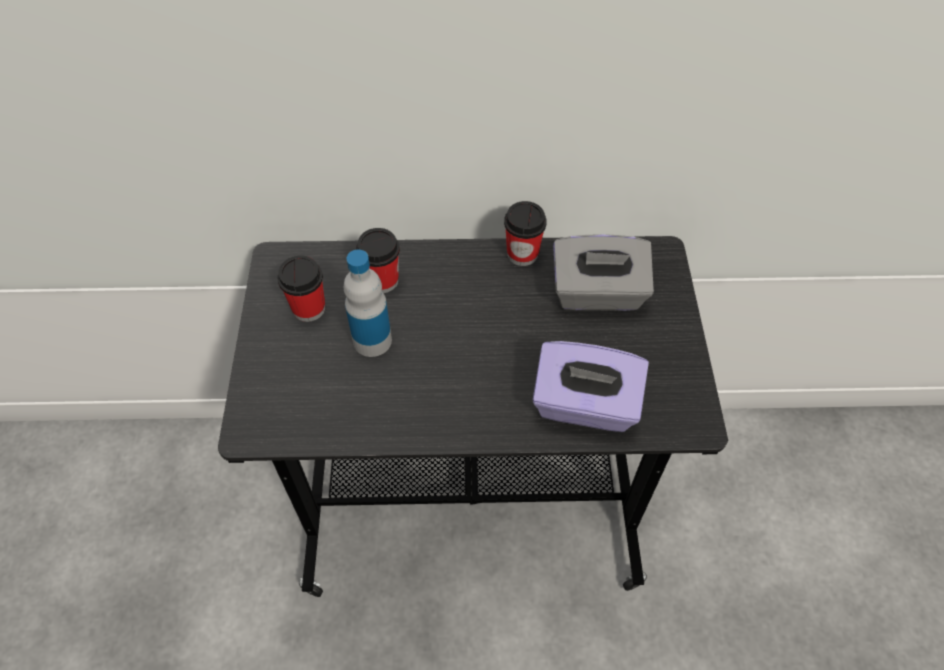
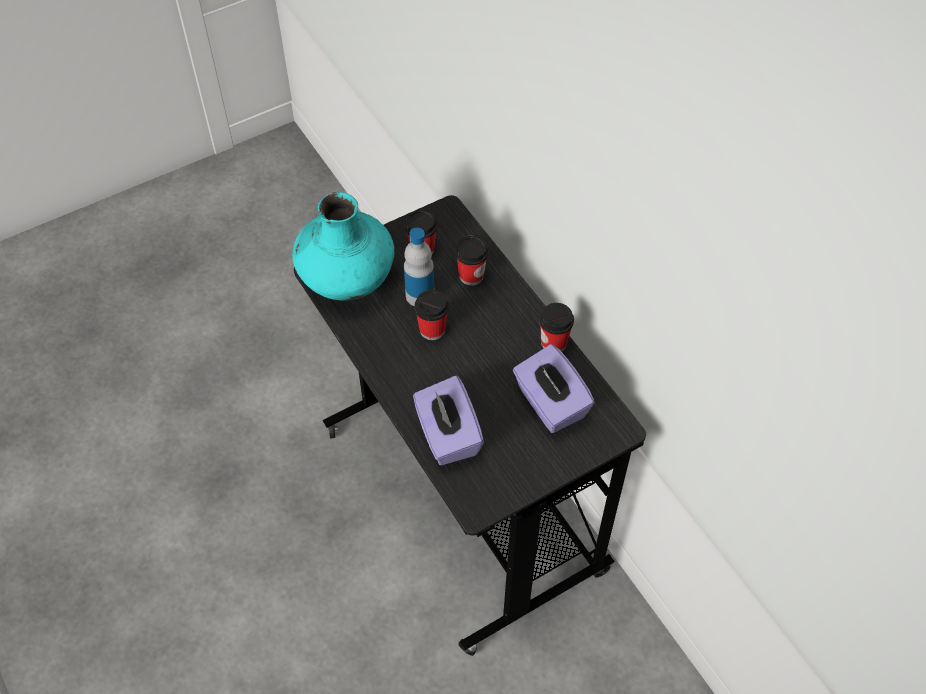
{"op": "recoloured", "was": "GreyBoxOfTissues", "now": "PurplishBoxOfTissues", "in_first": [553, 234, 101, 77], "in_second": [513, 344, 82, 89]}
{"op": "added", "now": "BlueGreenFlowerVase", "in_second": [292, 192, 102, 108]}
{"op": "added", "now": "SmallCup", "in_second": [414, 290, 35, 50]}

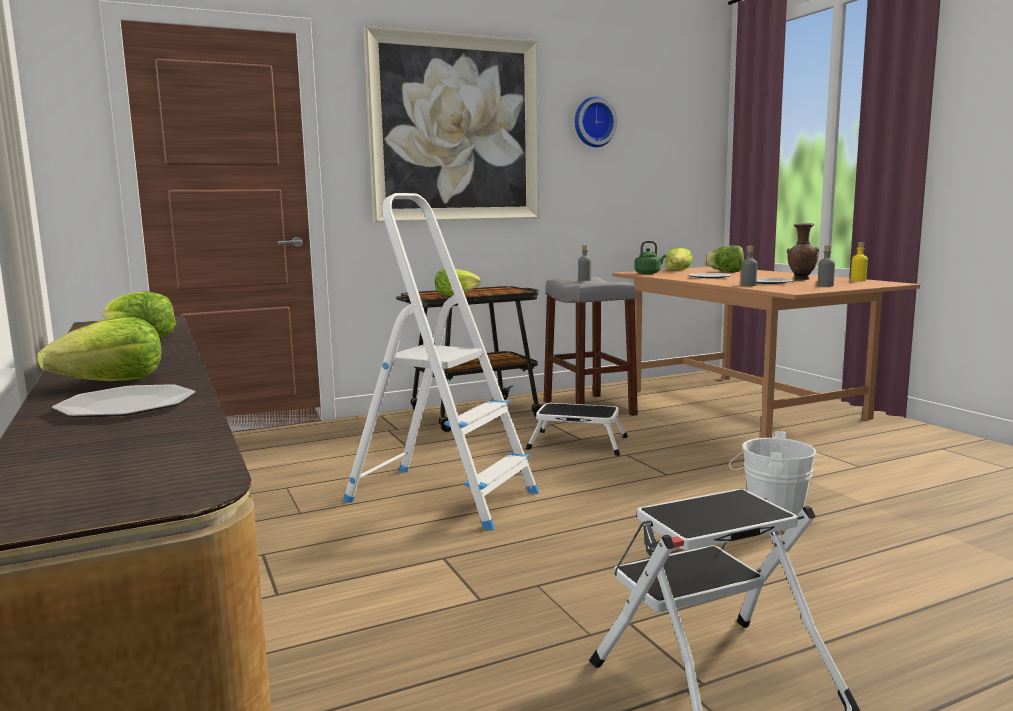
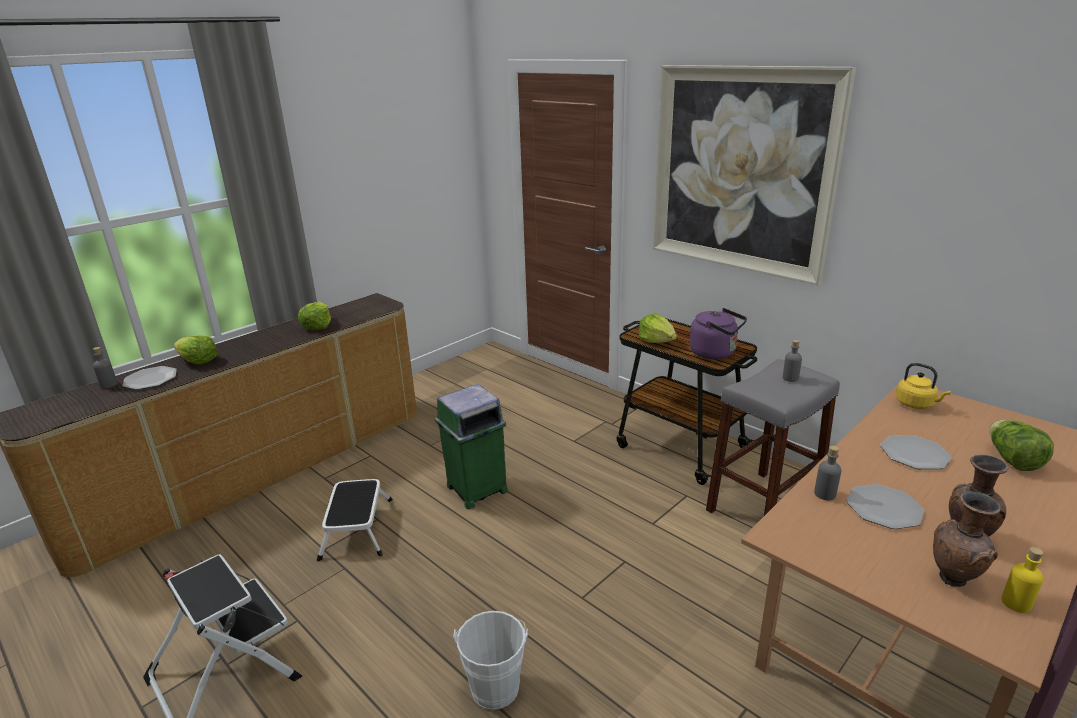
{"op": "replaced", "was": "WhiteColouredStepLadder", "now": "GreenRubbishBin", "in_first": [343, 193, 196, 337], "in_second": [435, 384, 73, 125]}
{"op": "moved", "was": "BlackishStepLadder", "in_first": [526, 403, 102, 53], "in_second": [317, 479, 76, 83]}
{"op": "removed", "was": "WallClock", "in_first": [575, 97, 42, 50]}
{"op": "recoloured", "was": "GreenWaterKettle", "now": "YellowWaterKettle", "in_first": [634, 241, 32, 33], "in_second": [896, 363, 55, 46]}
{"op": "removed", "was": "HeadOfLettuce", "in_first": [665, 248, 28, 23]}
{"op": "moved", "was": "GreyBottle", "in_first": [818, 245, 17, 42], "in_second": [93, 347, 24, 42]}
{"op": "added", "now": "PurplishWaterKettle", "in_second": [690, 308, 57, 51]}
{"op": "added", "now": "BrownColouredFlowerVase", "in_second": [933, 491, 68, 96]}

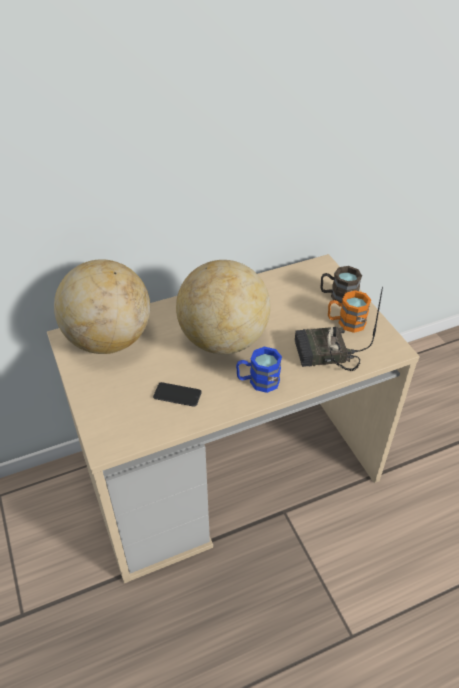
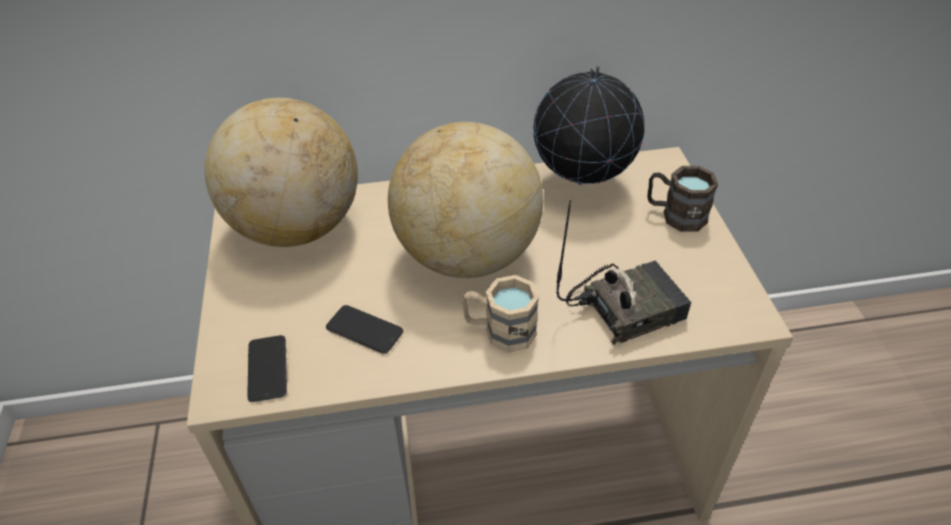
{"op": "recoloured", "was": "BlueColouredCoffeeMug", "now": "SandColouredCoffeeMug", "in_first": [236, 347, 46, 46], "in_second": [462, 275, 77, 78]}
{"op": "turned", "was": "RadioReceiver", "in_first": [295, 286, 88, 85], "in_second": [557, 200, 134, 145], "clockwise": 150}
{"op": "removed", "was": "OrangeColouredCoffeeMug", "in_first": [328, 290, 43, 43]}
{"op": "added", "now": "Telephone", "in_second": [247, 335, 40, 67]}
{"op": "added", "now": "DeskGlobe", "in_second": [533, 65, 112, 120]}

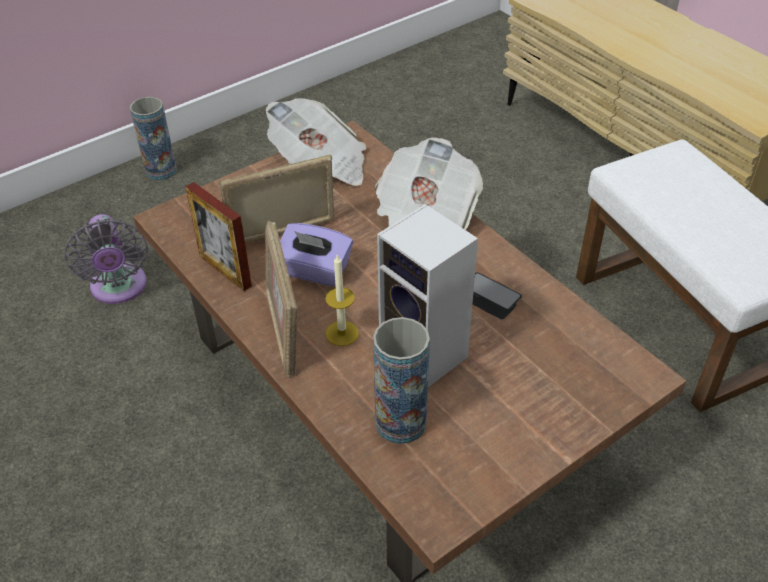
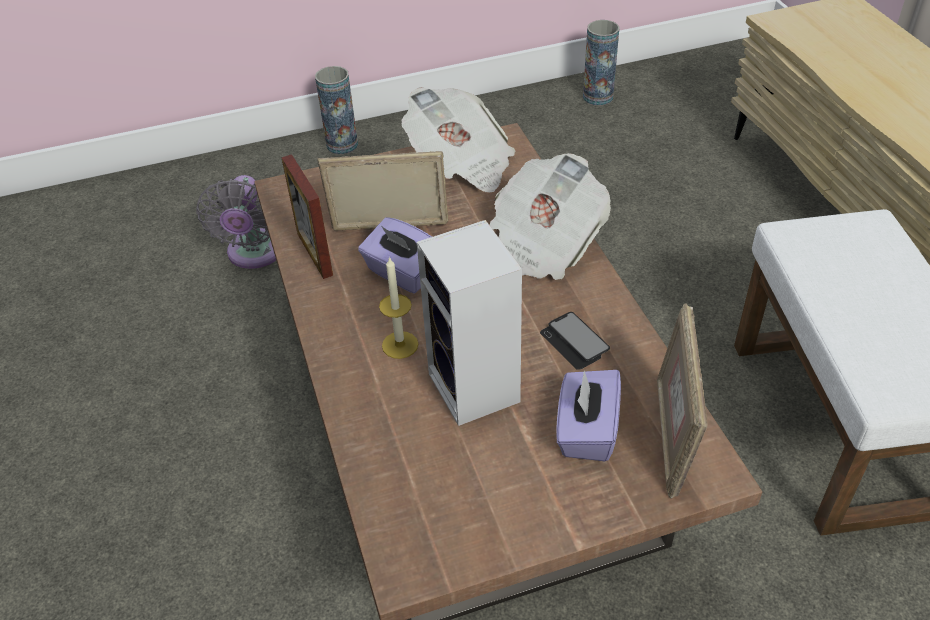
{"op": "moved", "was": "PictureFrame", "in_first": [265, 221, 32, 157], "in_second": [657, 304, 51, 194]}
{"op": "moved", "was": "FlowerVase", "in_first": [373, 317, 57, 127], "in_second": [583, 20, 37, 86]}
{"op": "added", "now": "PurplishBoxOfTissues", "in_second": [556, 370, 65, 91]}

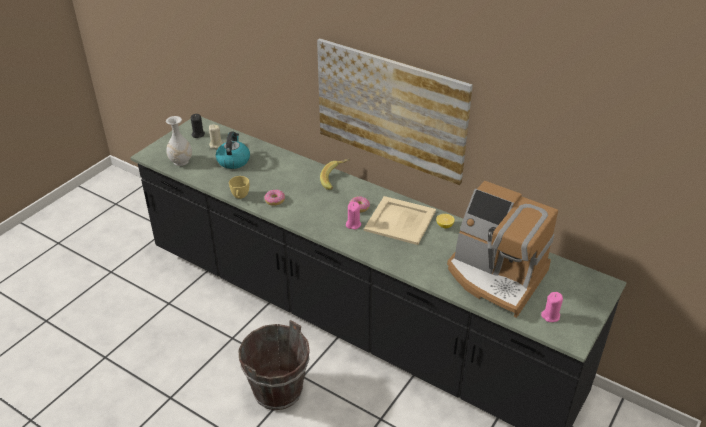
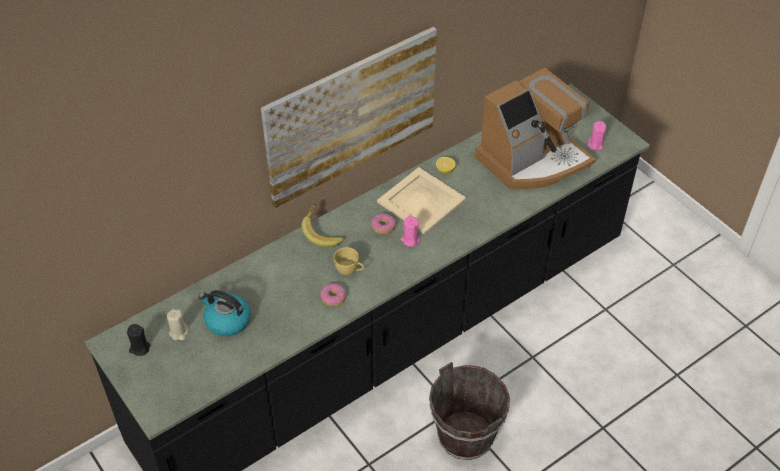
{"op": "removed", "was": "WhiteColouredFlowerVase", "in_first": [166, 116, 26, 50]}
{"op": "moved", "was": "YellowSmallCup", "in_first": [229, 176, 20, 23], "in_second": [334, 247, 30, 29]}

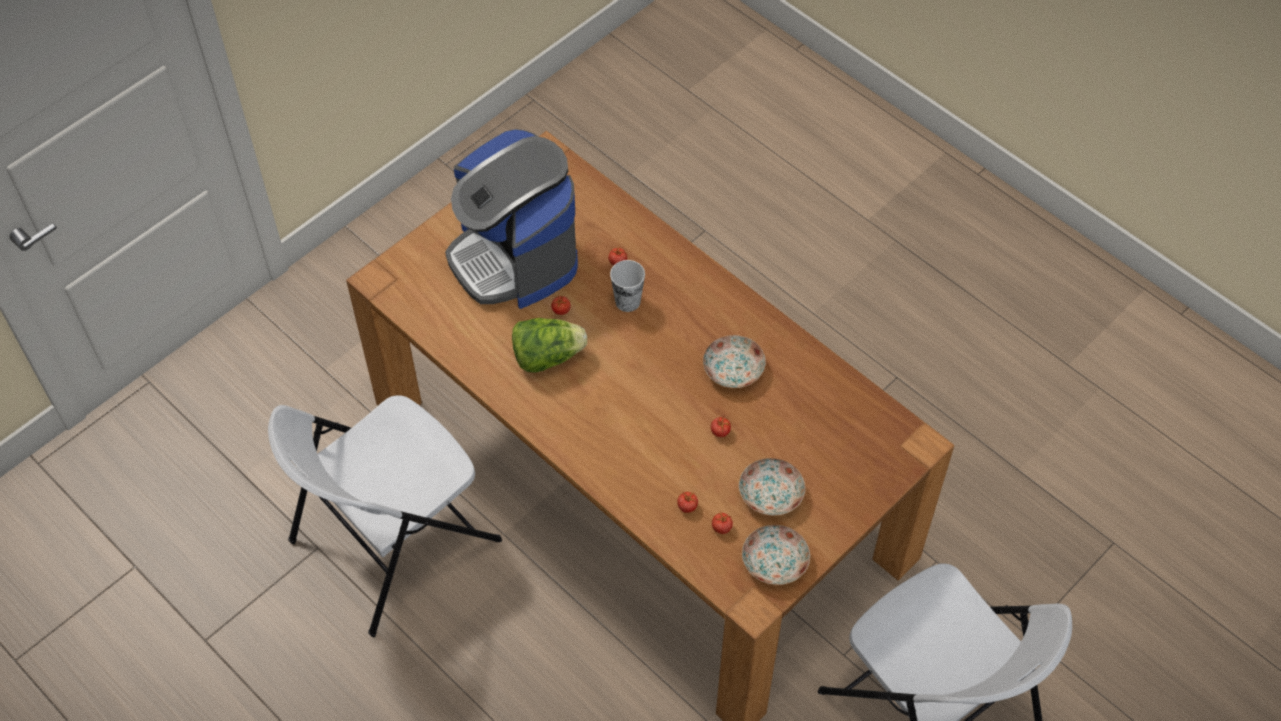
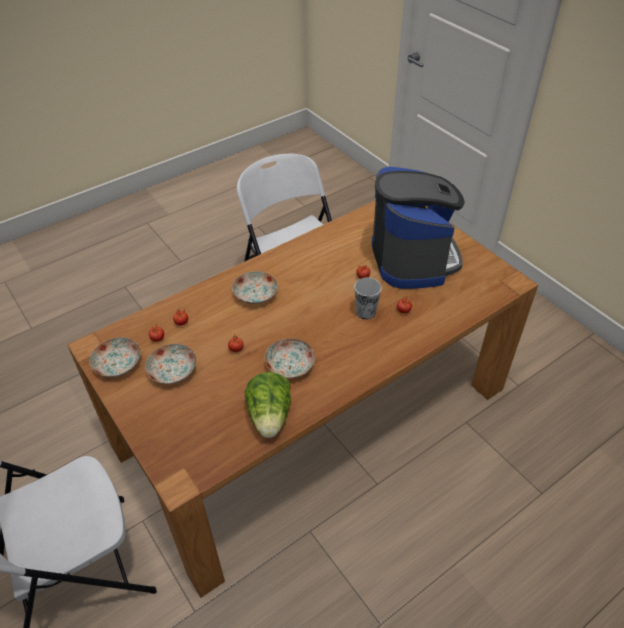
{"op": "turned", "was": "CoffeeMaker", "in_first": [445, 129, 133, 180], "in_second": [372, 167, 93, 122], "clockwise": 105}
{"op": "moved", "was": "HeadOfLettuce", "in_first": [512, 318, 75, 55], "in_second": [245, 372, 46, 66]}
{"op": "added", "now": "Plate", "in_second": [232, 271, 46, 33]}

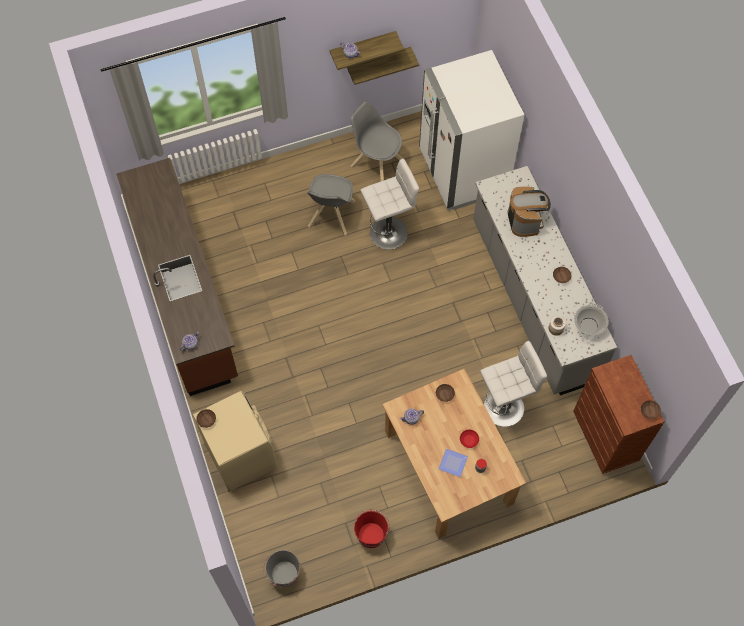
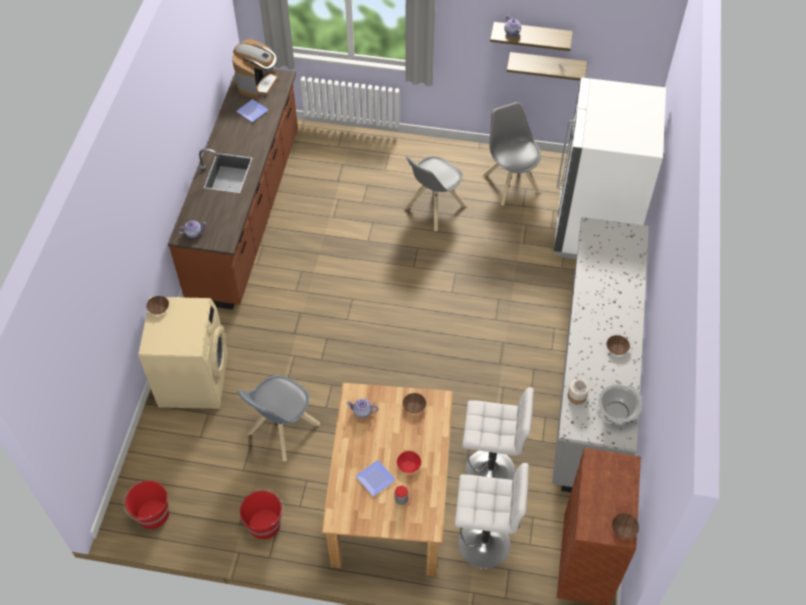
{"op": "recoloured", "was": "GreyBucket", "now": "ReddishBucket", "in_first": [264, 550, 36, 37], "in_second": [123, 480, 46, 49]}
{"op": "moved", "was": "WhiteColouredStoolSeat", "in_first": [361, 159, 58, 90], "in_second": [455, 463, 74, 106]}
{"op": "moved", "was": "CoffeeMaker", "in_first": [507, 186, 44, 51], "in_second": [232, 39, 46, 60]}
{"op": "added", "now": "Plate", "in_second": [236, 99, 32, 23]}
{"op": "added", "now": "GreyPlainChair", "in_second": [237, 375, 83, 87]}

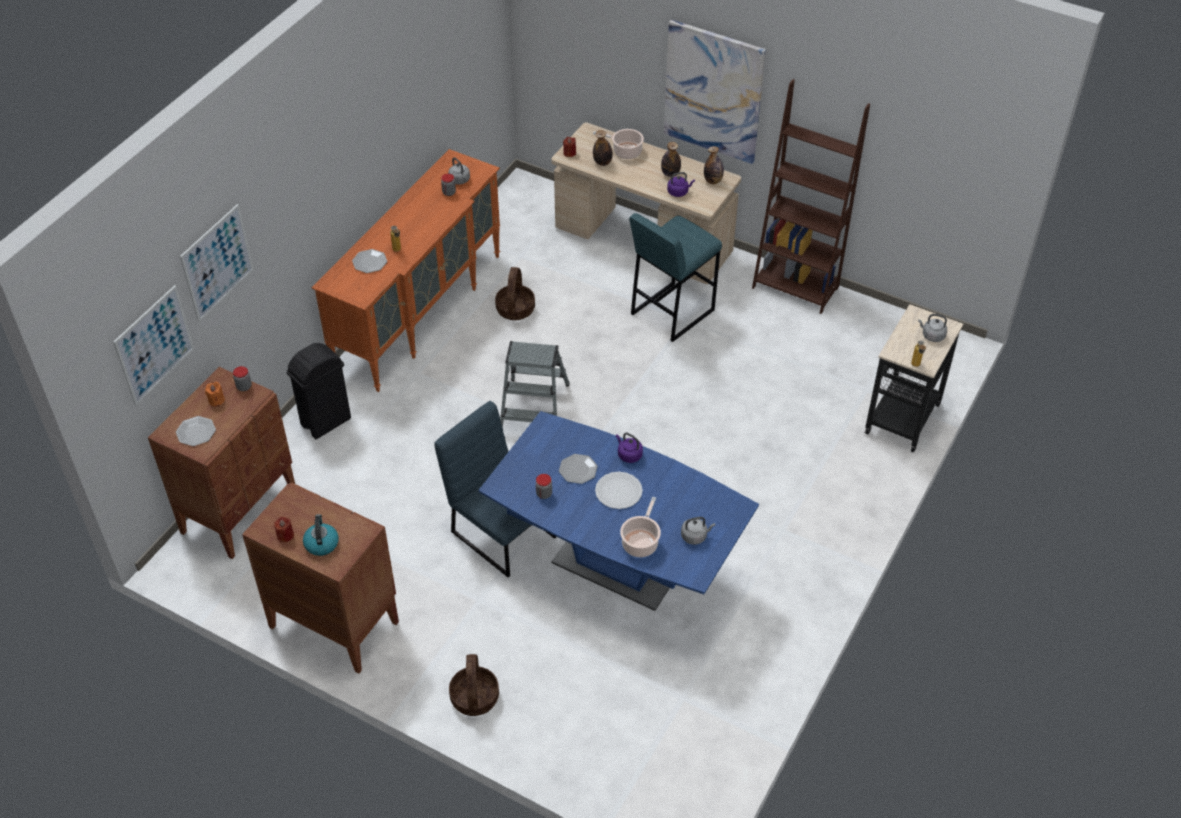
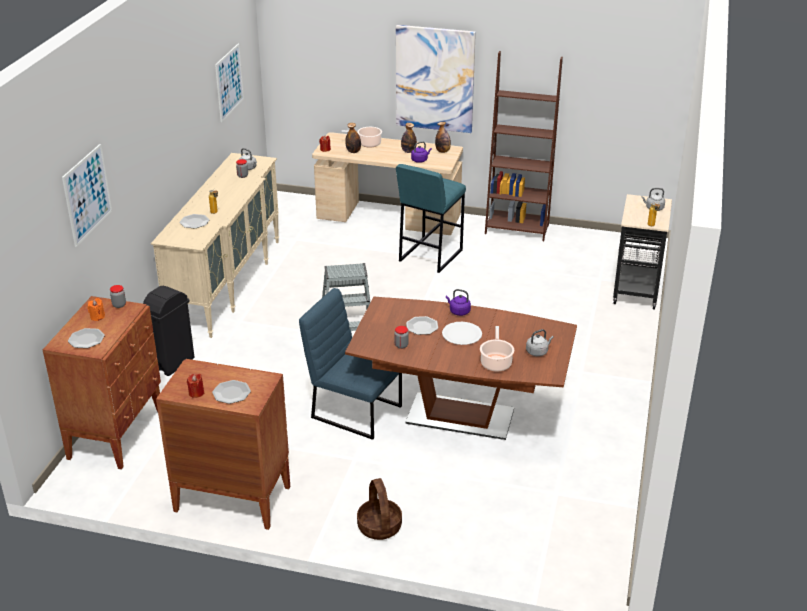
{"op": "moved", "was": "WallArt", "in_first": [113, 285, 81, 120], "in_second": [215, 44, 29, 78]}
{"op": "replaced", "was": "WaterKettle", "now": "Plate", "in_first": [303, 514, 36, 42], "in_second": [212, 380, 39, 24]}
{"op": "recoloured", "was": "OrangeColouredStorageCabinet", "now": "SandColouredStorageCabinet", "in_first": [311, 149, 189, 243], "in_second": [151, 153, 128, 185]}
{"op": "recoloured", "was": "BlueColouredDinnerTable", "now": "BrownColouredDinnerTable", "in_first": [479, 411, 280, 200], "in_second": [345, 297, 232, 143]}
{"op": "removed", "was": "StorageBasket", "in_first": [495, 267, 40, 53]}

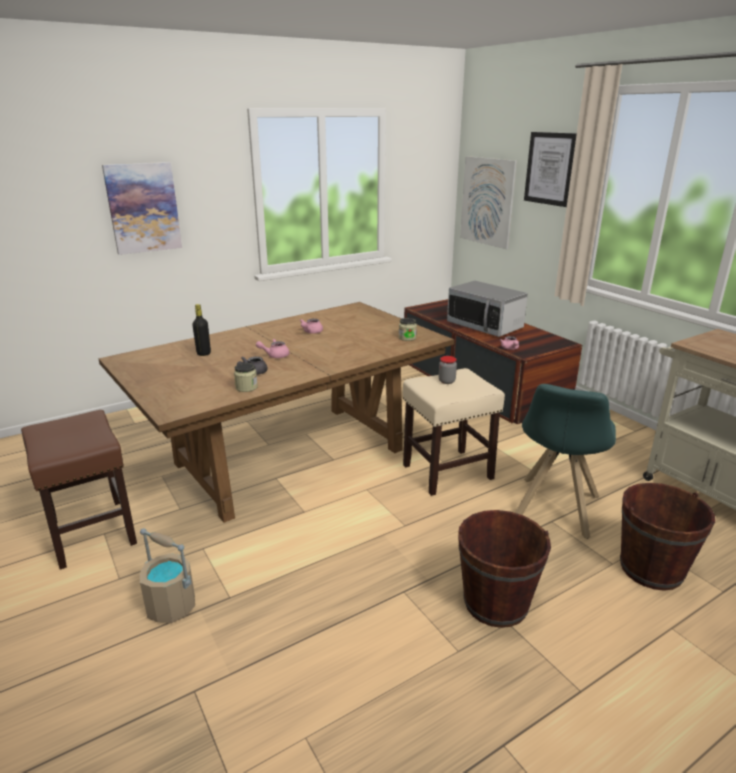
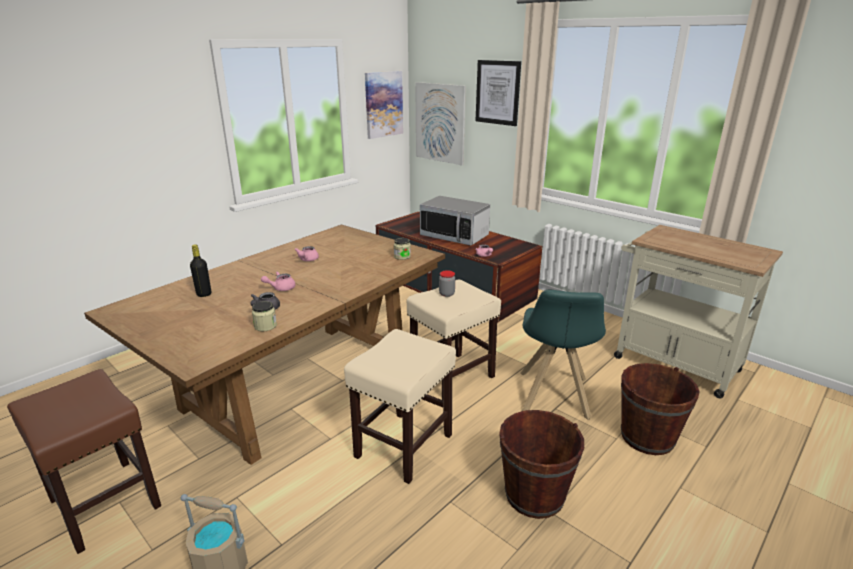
{"op": "moved", "was": "WallArt", "in_first": [102, 162, 80, 93], "in_second": [365, 71, 38, 68]}
{"op": "added", "now": "SandColouredStoolSeat", "in_second": [344, 329, 112, 155]}

